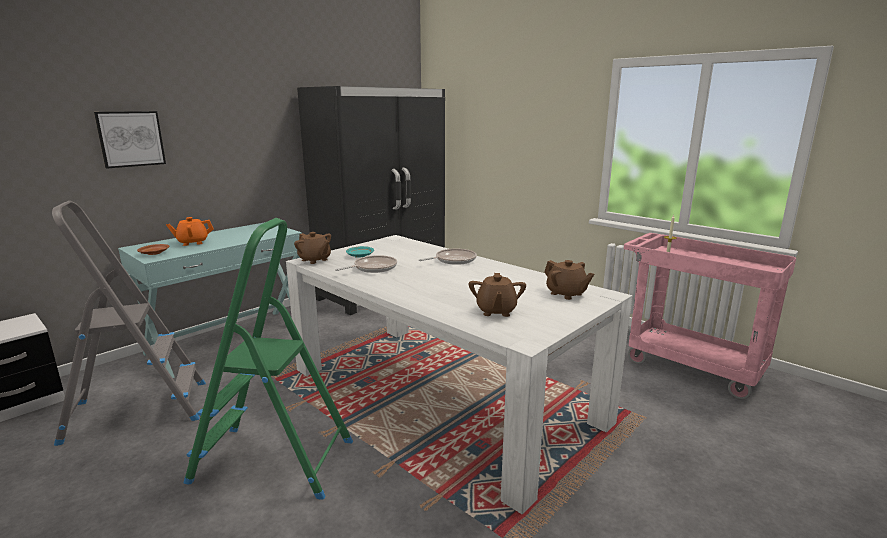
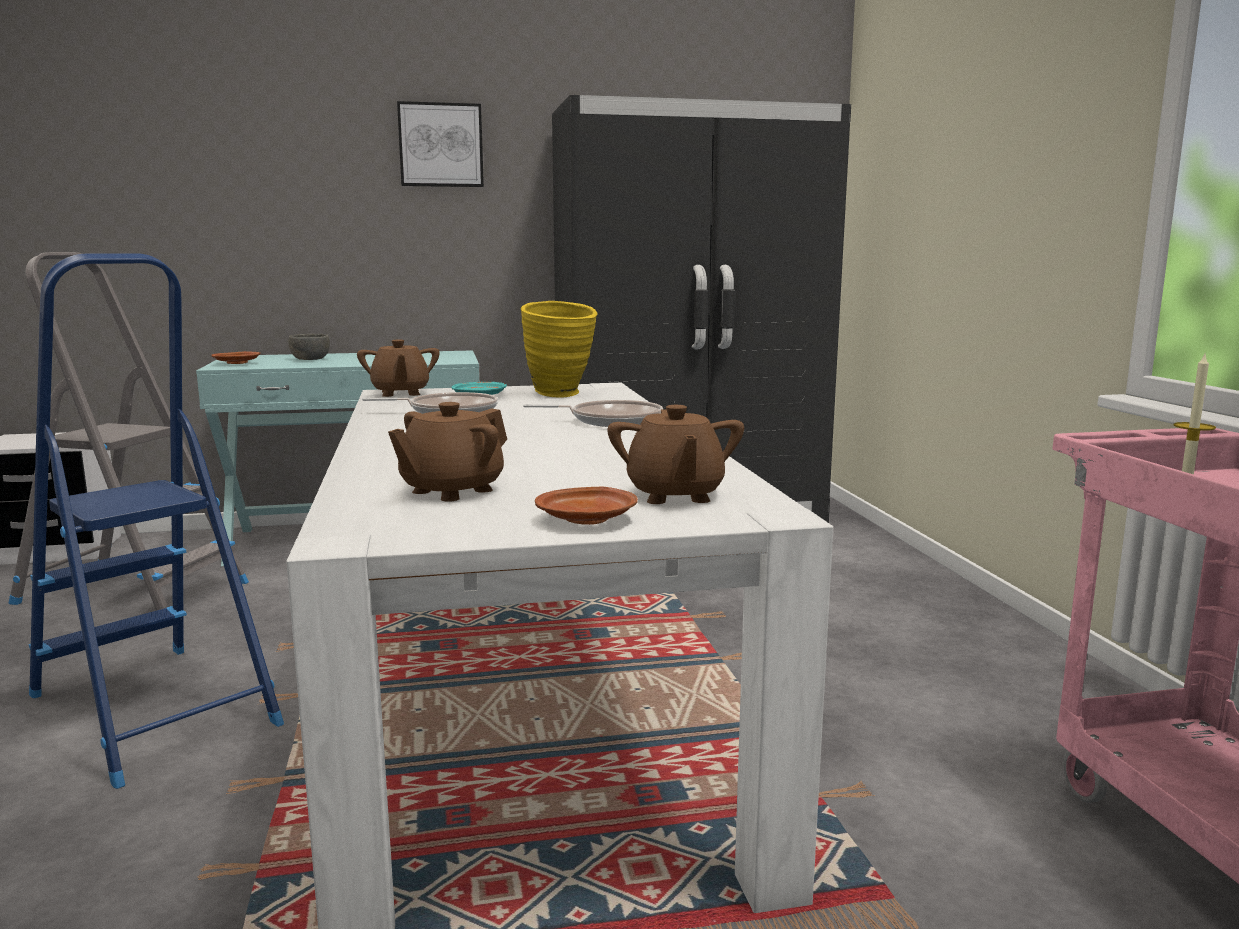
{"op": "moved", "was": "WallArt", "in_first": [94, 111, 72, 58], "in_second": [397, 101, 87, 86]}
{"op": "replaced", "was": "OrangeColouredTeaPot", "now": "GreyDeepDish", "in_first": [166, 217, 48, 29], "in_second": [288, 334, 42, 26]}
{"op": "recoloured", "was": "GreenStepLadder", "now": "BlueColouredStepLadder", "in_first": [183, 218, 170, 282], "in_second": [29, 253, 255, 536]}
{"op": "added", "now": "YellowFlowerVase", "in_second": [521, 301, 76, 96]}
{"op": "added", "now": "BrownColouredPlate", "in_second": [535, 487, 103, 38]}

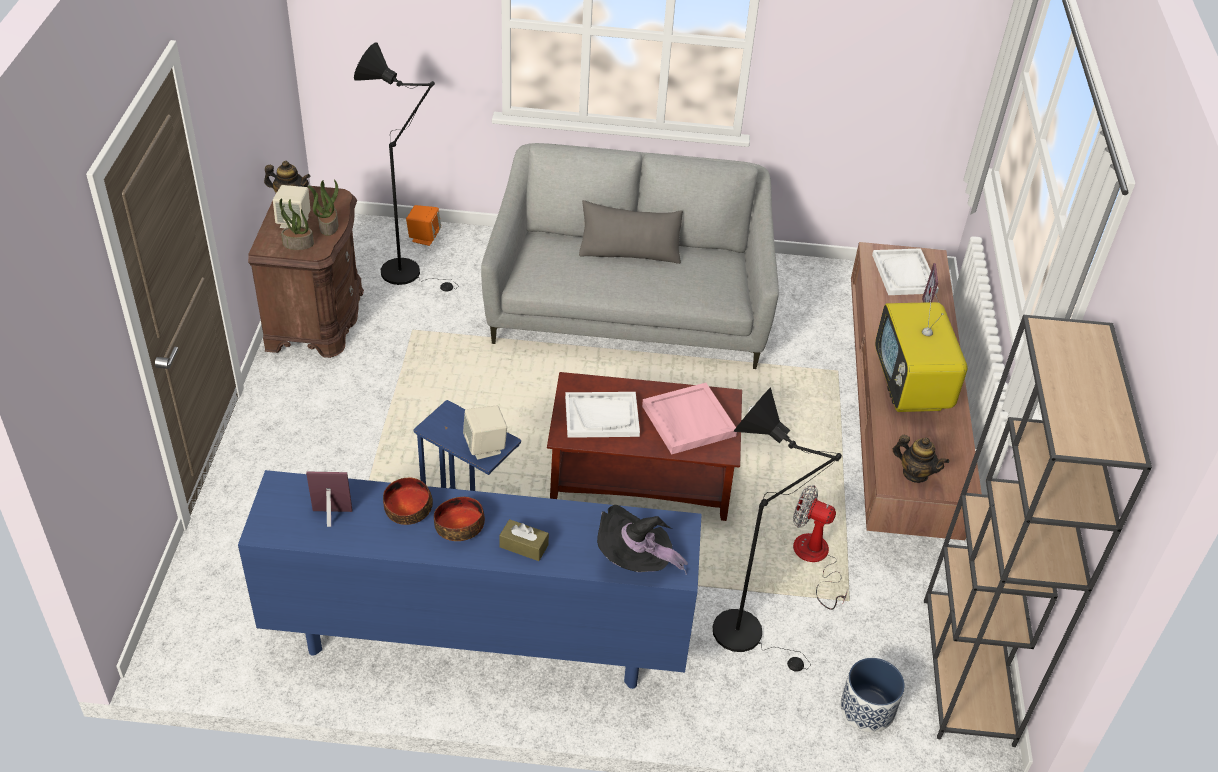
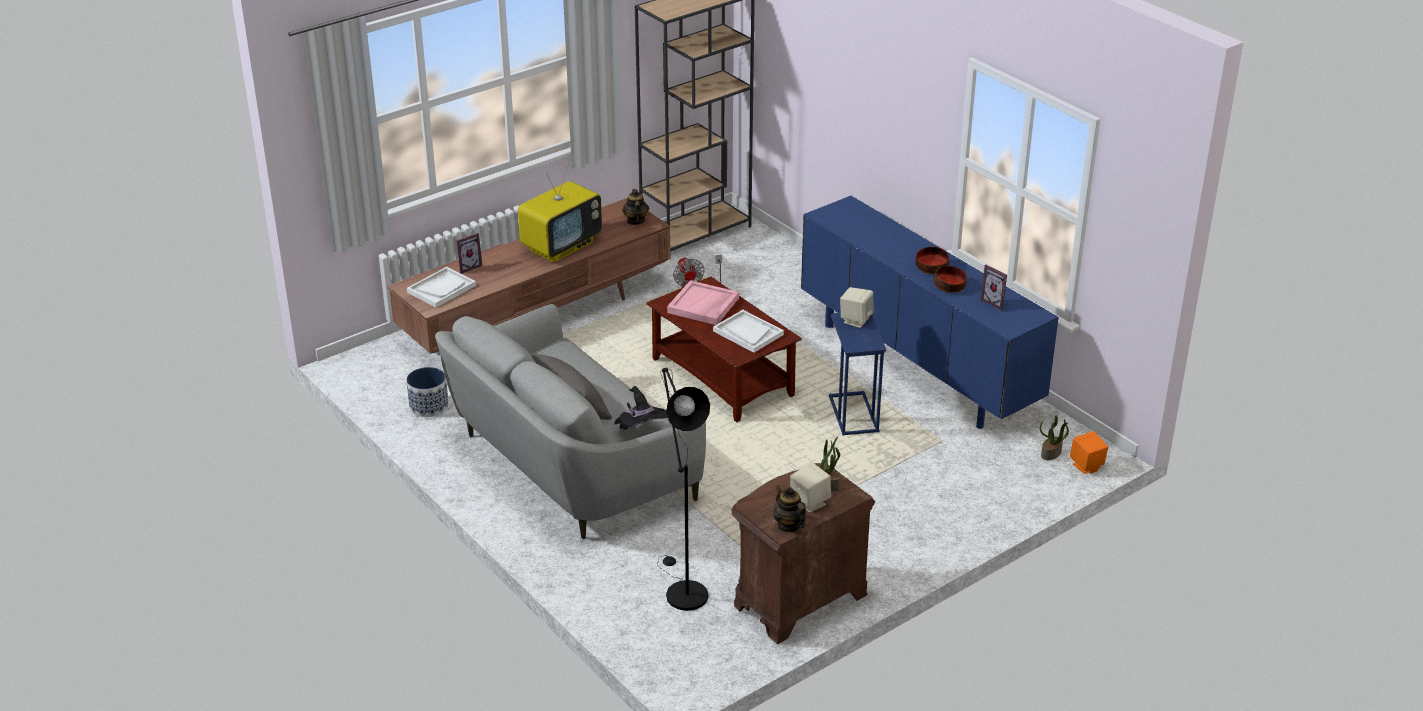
{"op": "moved", "was": "PlantInAPot", "in_first": [308, 180, 30, 56], "in_second": [1040, 415, 29, 45]}
{"op": "moved", "was": "OrangeColouredSpeaker", "in_first": [406, 205, 35, 41], "in_second": [1070, 431, 38, 43]}
{"op": "removed", "was": "BrownColouredBoxOfTissues", "in_first": [499, 519, 50, 42]}
{"op": "moved", "was": "BlackishHat", "in_first": [597, 505, 91, 69], "in_second": [614, 386, 54, 43]}
{"op": "removed", "was": "BlackishStandardLamp", "in_first": [713, 387, 129, 284]}
{"op": "moved", "was": "FlowerPot", "in_first": [840, 658, 65, 74], "in_second": [406, 367, 43, 50]}

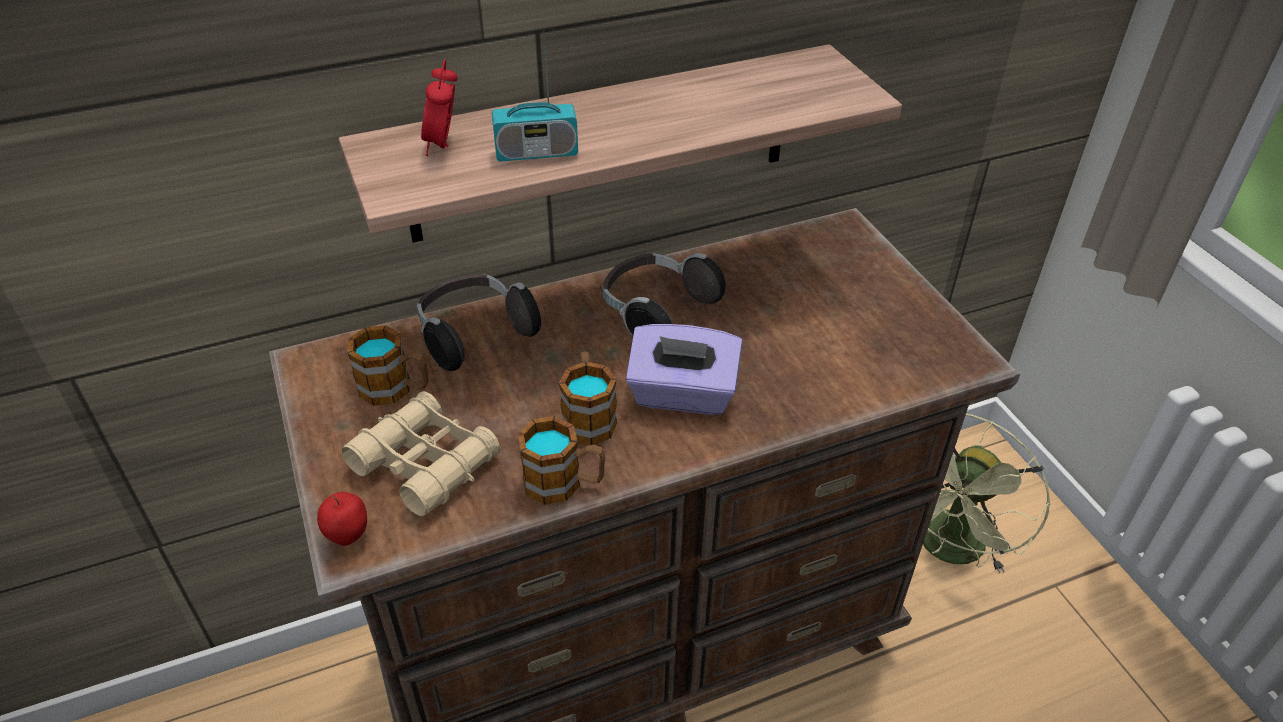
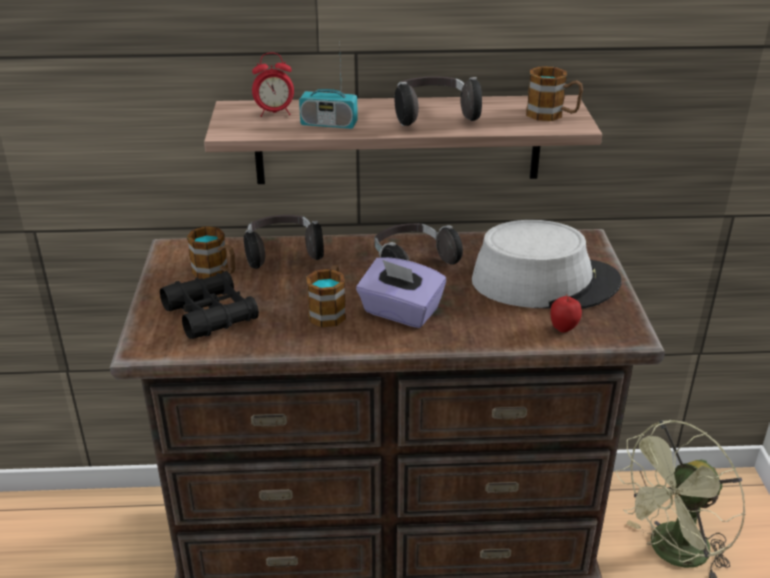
{"op": "moved", "was": "WholeApple", "in_first": [317, 492, 50, 54], "in_second": [551, 294, 31, 39]}
{"op": "recoloured", "was": "SandColouredPairOfBinoculars", "now": "BlackishPairOfBinoculars", "in_first": [341, 391, 160, 125], "in_second": [160, 271, 99, 68]}
{"op": "turned", "was": "AlarmClock", "in_first": [421, 59, 36, 97], "in_second": [252, 53, 42, 64], "clockwise": -120}
{"op": "moved", "was": "CoffeeMug", "in_first": [518, 416, 87, 89], "in_second": [526, 66, 57, 55]}
{"op": "added", "now": "Headset", "in_second": [394, 76, 88, 50]}
{"op": "added", "now": "GreyHat", "in_second": [472, 220, 150, 89]}

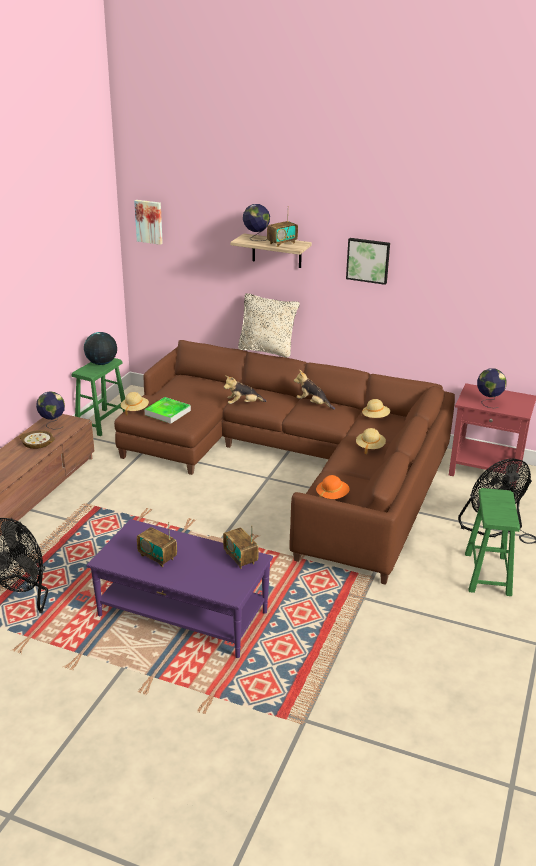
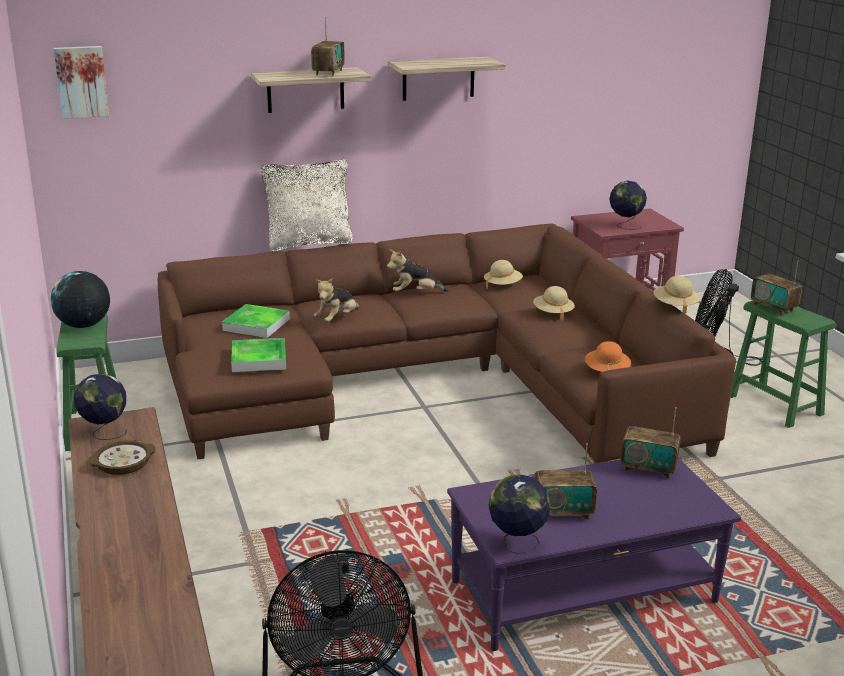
{"op": "moved", "was": "SandColouredHat", "in_first": [121, 392, 28, 24], "in_second": [653, 276, 47, 39]}
{"op": "moved", "was": "DeskGlobe", "in_first": [243, 204, 27, 37], "in_second": [488, 475, 62, 79]}
{"op": "replaced", "was": "WallArt", "now": "BracketShelf", "in_first": [346, 238, 44, 47], "in_second": [389, 57, 117, 44]}
{"op": "added", "now": "ServingTray", "in_second": [222, 304, 68, 34]}
{"op": "added", "now": "RadioReceiver", "in_second": [751, 260, 51, 56]}

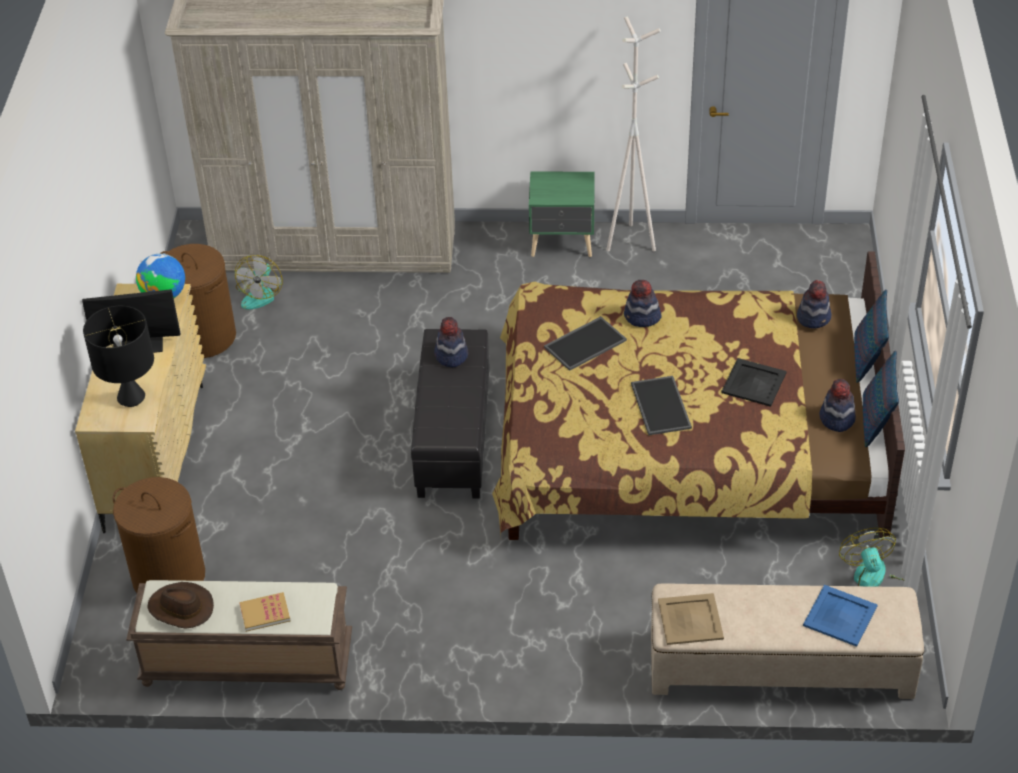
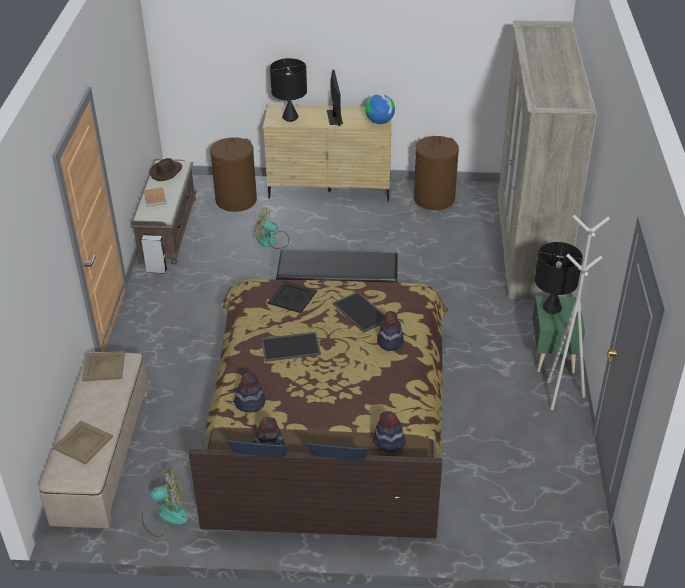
{"op": "moved", "was": "CoolingFan", "in_first": [235, 255, 48, 55], "in_second": [254, 208, 35, 41]}
{"op": "moved", "was": "Hat", "in_first": [434, 317, 34, 51], "in_second": [234, 372, 31, 41]}
{"op": "moved", "was": "BlackishServingTray", "in_first": [721, 358, 66, 49], "in_second": [268, 281, 49, 32]}
{"op": "recoloured", "was": "BlueColouredServingTray", "now": "SandColouredServingTray", "in_first": [803, 585, 74, 62], "in_second": [53, 421, 60, 43]}
{"op": "added", "now": "GreySpeaker", "in_second": [141, 235, 26, 39]}
{"op": "added", "now": "BlackishTableLamp", "in_second": [535, 242, 48, 72]}

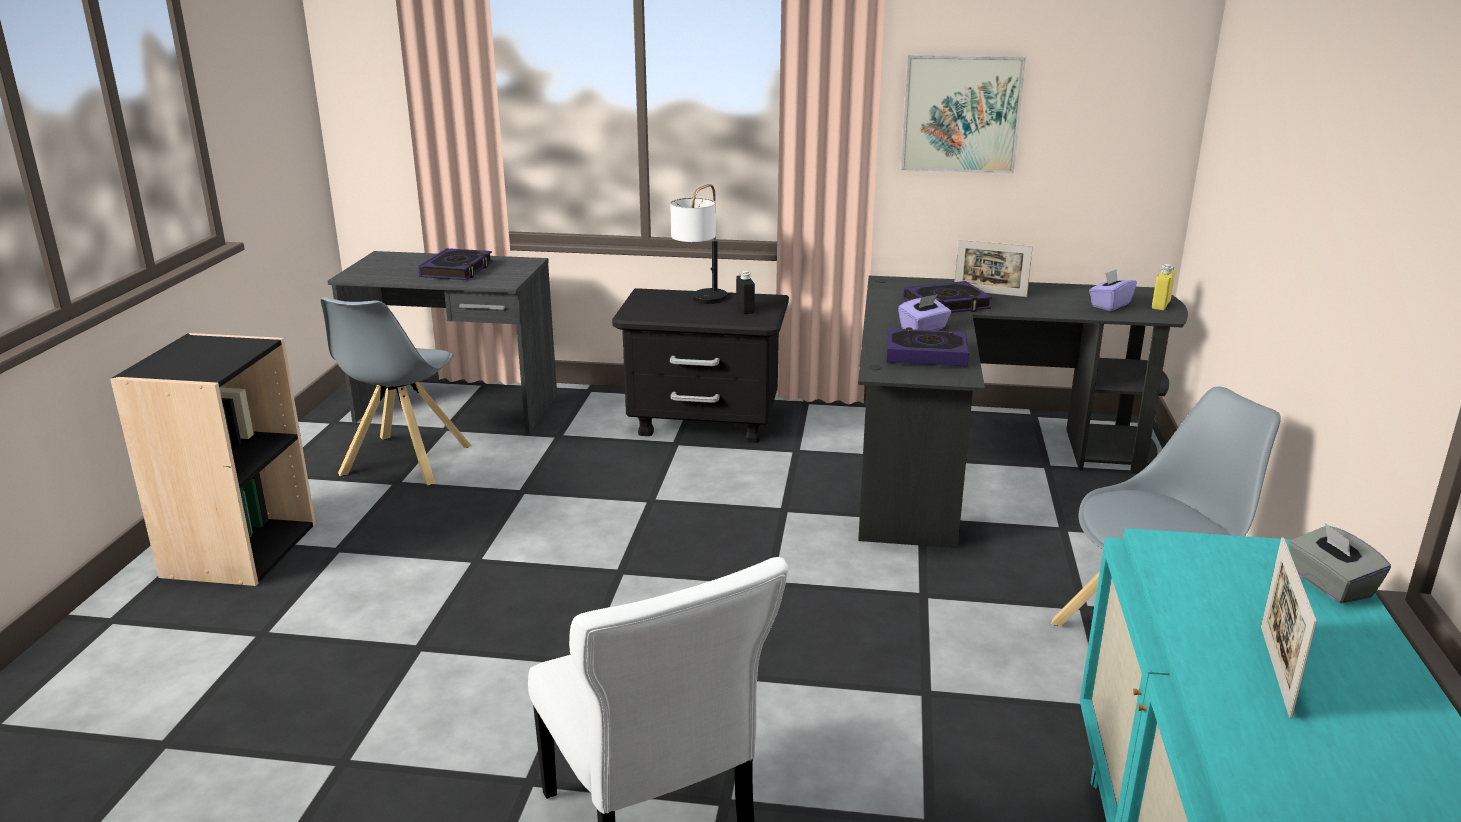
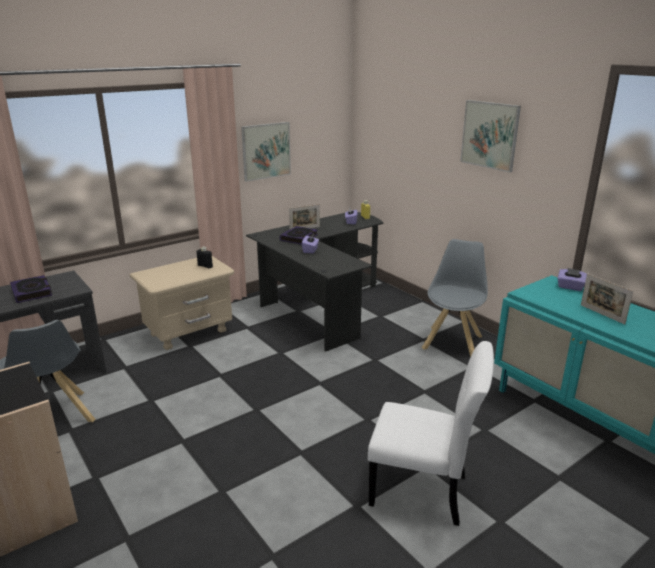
{"op": "recoloured", "was": "BlackishBedsideTable", "now": "SandColouredBedsideTable", "in_first": [612, 288, 177, 155], "in_second": [130, 256, 104, 94]}
{"op": "removed", "was": "TableLamp", "in_first": [670, 184, 57, 120]}
{"op": "removed", "was": "Volume", "in_first": [886, 327, 83, 40]}
{"op": "recoloured", "was": "GreyBoxOfTissues", "now": "PurplishBoxOfTissues", "in_first": [1289, 523, 102, 81], "in_second": [557, 268, 30, 23]}
{"op": "added", "now": "WallArt", "in_second": [460, 100, 61, 72]}

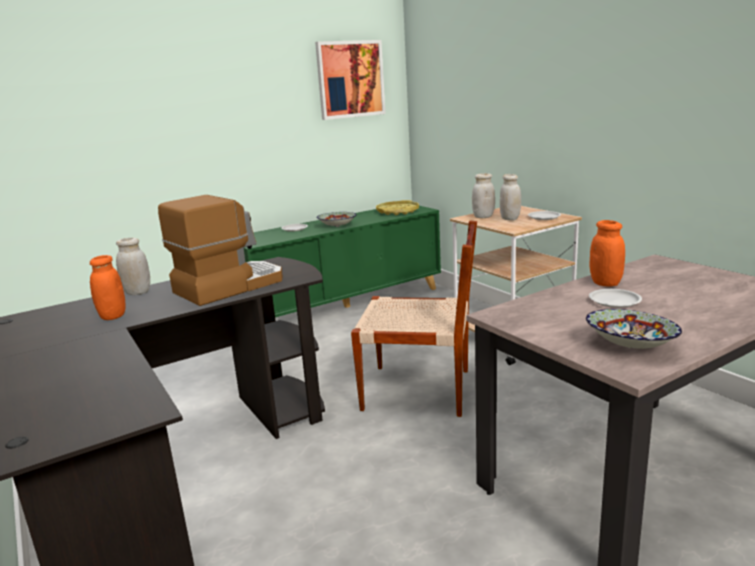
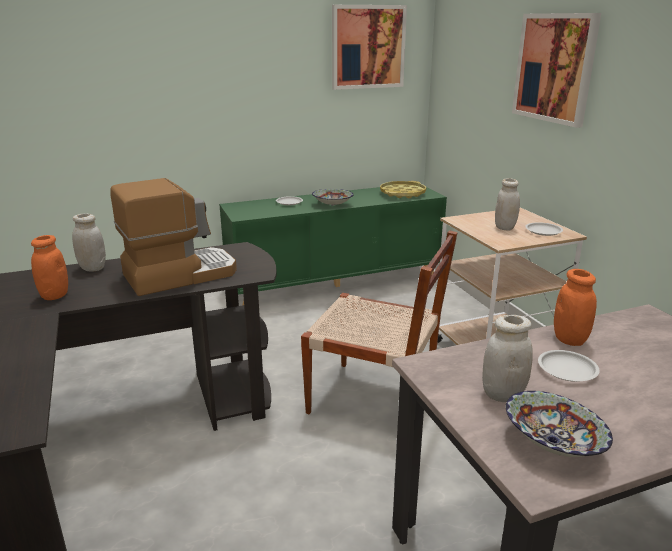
{"op": "moved", "was": "WhiteColouredJar", "in_first": [472, 173, 23, 45], "in_second": [482, 315, 51, 87]}
{"op": "added", "now": "WallArt", "in_second": [512, 13, 89, 115]}

